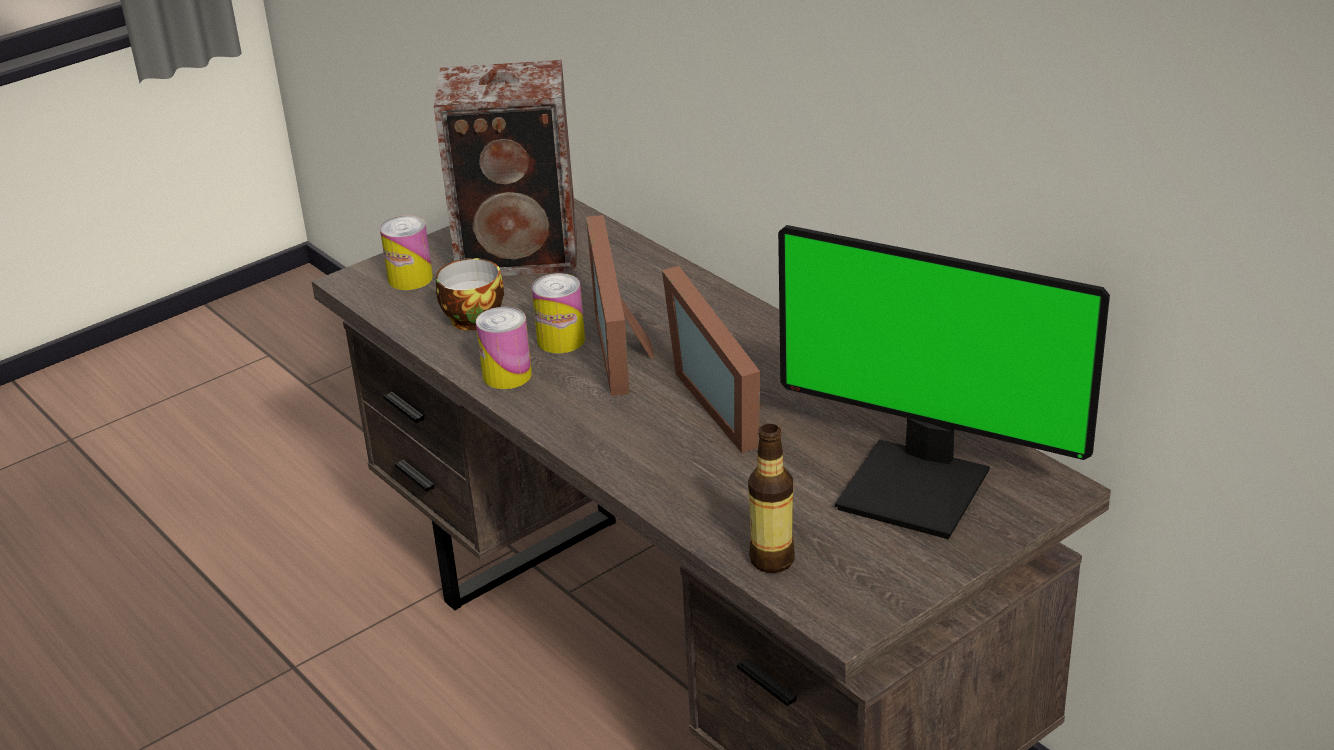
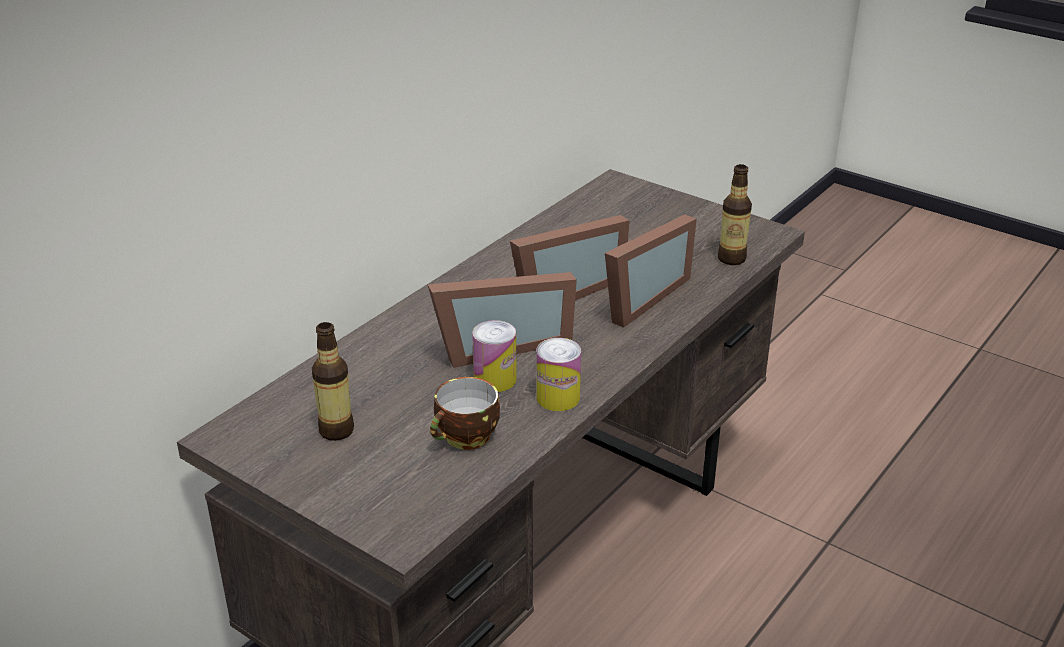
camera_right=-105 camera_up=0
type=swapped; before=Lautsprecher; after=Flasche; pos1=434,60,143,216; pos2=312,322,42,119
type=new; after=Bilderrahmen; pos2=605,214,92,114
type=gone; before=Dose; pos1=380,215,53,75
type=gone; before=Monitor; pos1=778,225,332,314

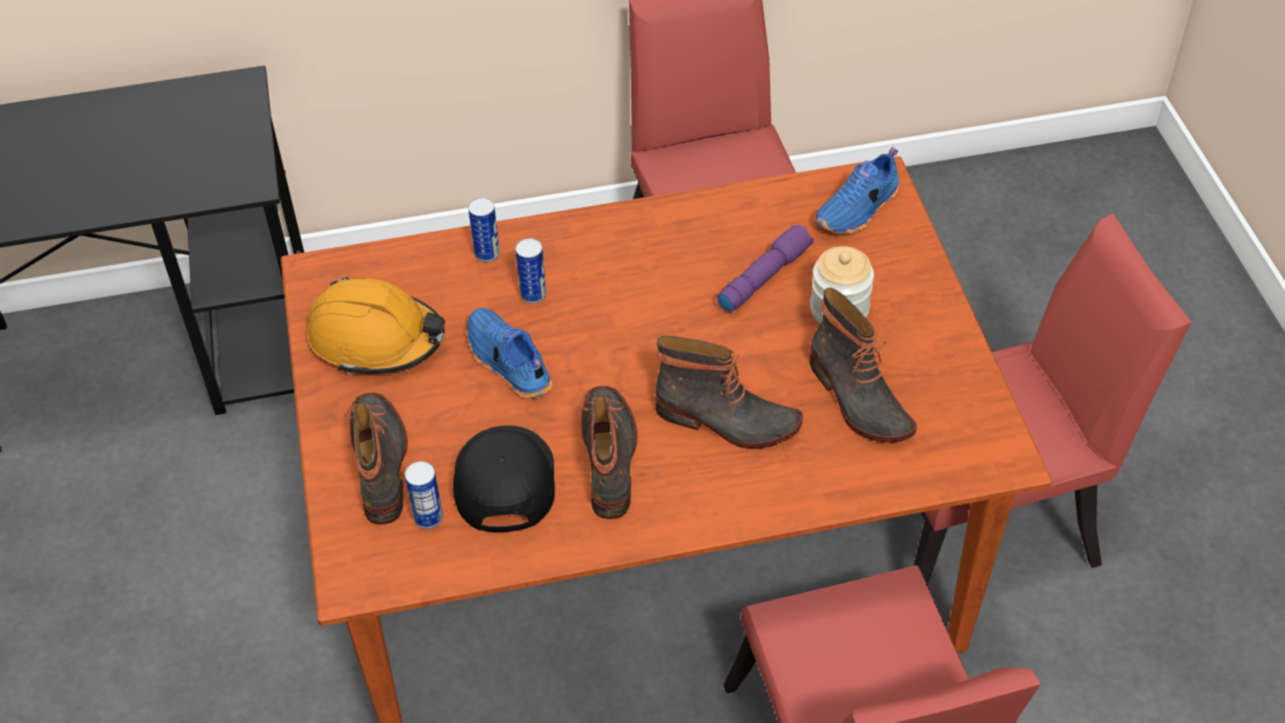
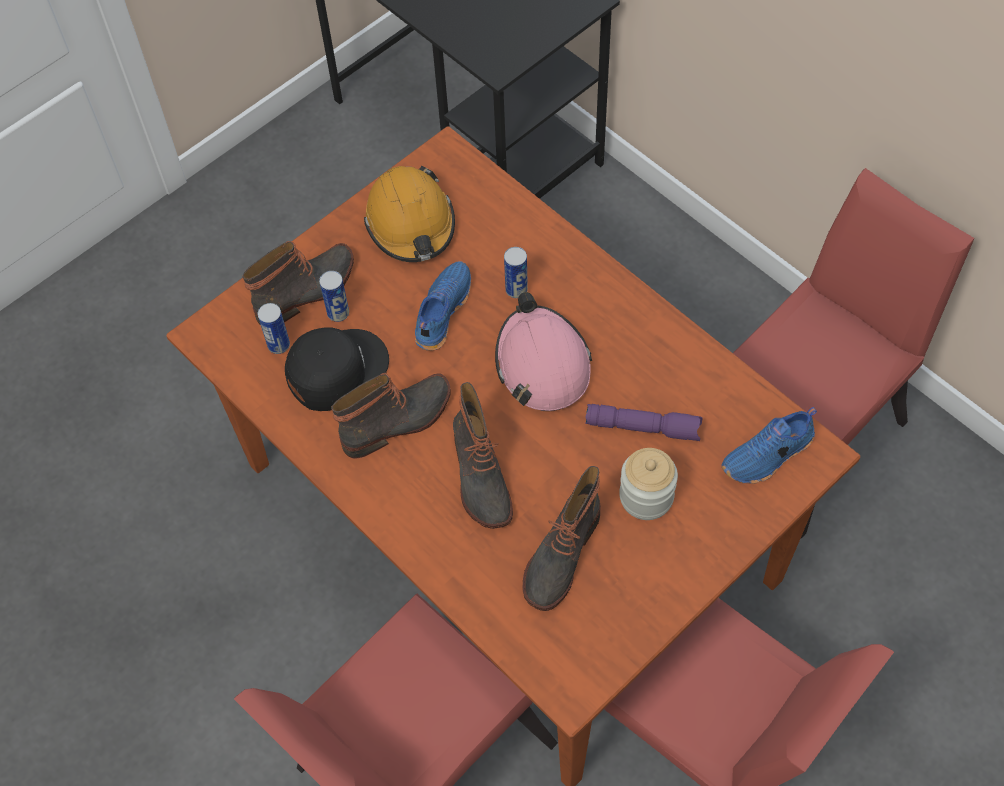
camera_right=60 camera_up=10
type=shifted; before=Dose; pos1=468,197,32,65; pos2=319,271,30,51
type=new; after=Schutzhelm/rosa; pos2=495,292,97,119
type=rotated; before=Schuh/blau; pos1=815,147,84,87; pos2=721,407,96,77; turn=-45

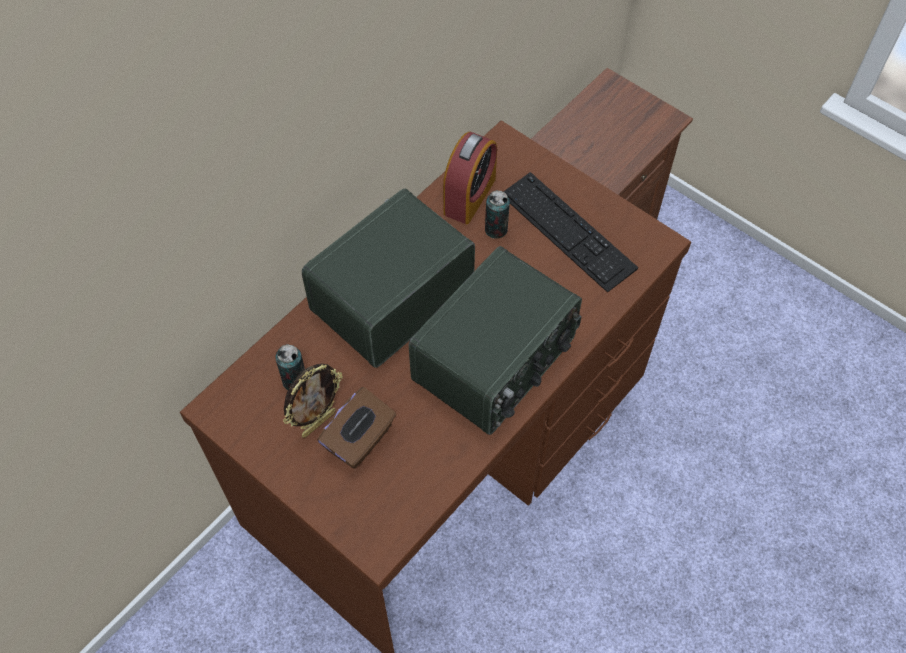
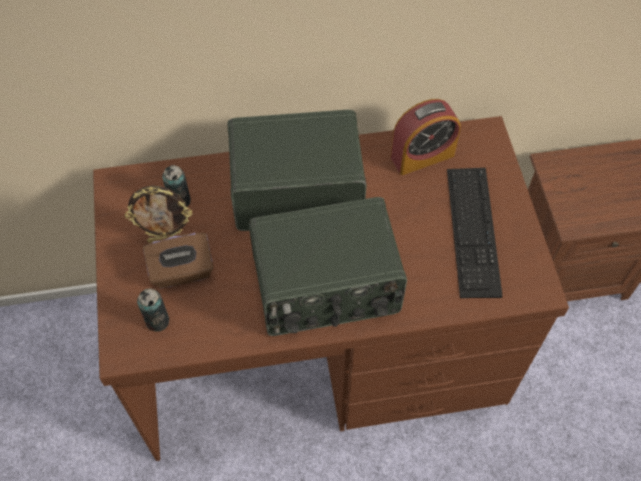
camera_right=40 camera_up=0
type=shifted; before=Dose; pos1=485,190,25,49; pos2=137,289,32,43

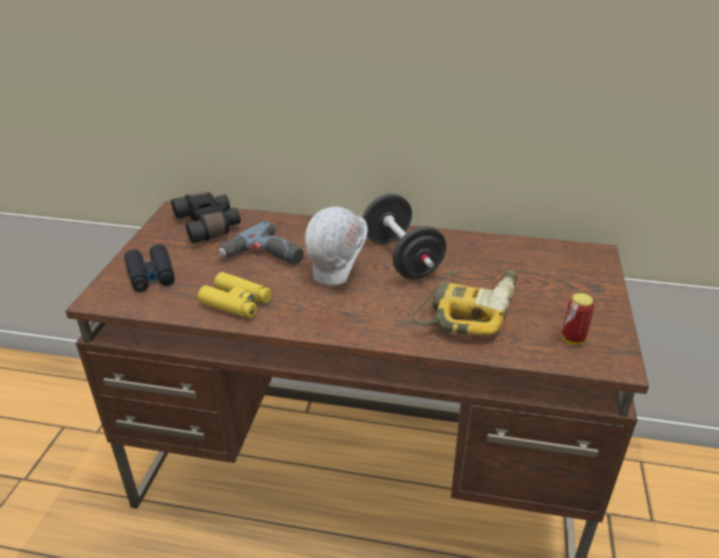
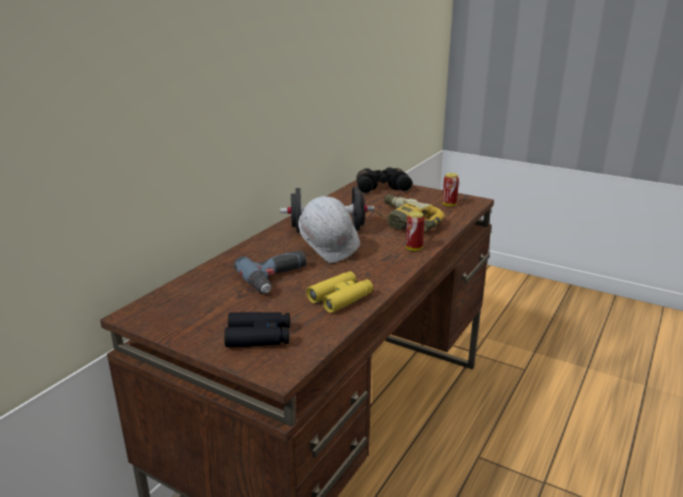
camera_right=-70 camera_up=-10
type=shifted; before=Fernglas/schwarz; pos1=171,192,70,51; pos2=356,167,57,26
type=new; after=Dose; pos2=406,211,19,40

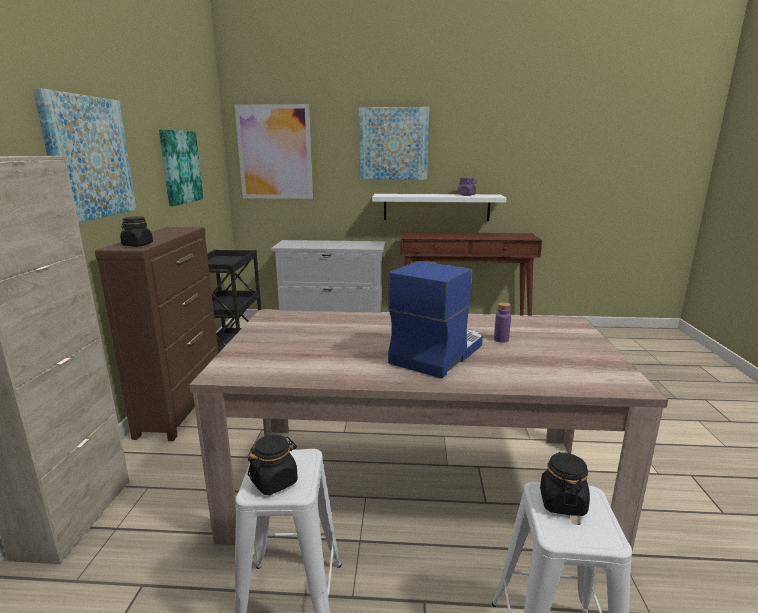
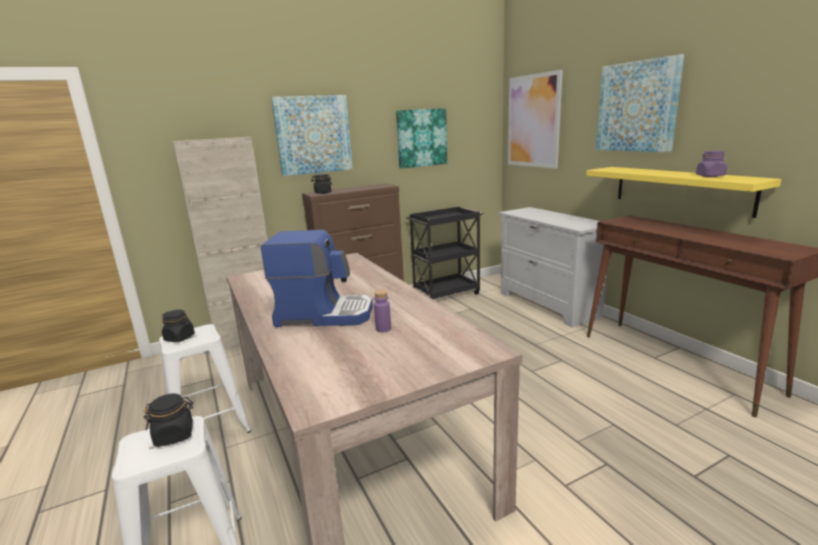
camera_right=60 camera_up=0
type=repainted; before=Wandregal/weiß; after=Wandregal/gelb; pos1=372,194,135,27; pos2=586,167,196,51

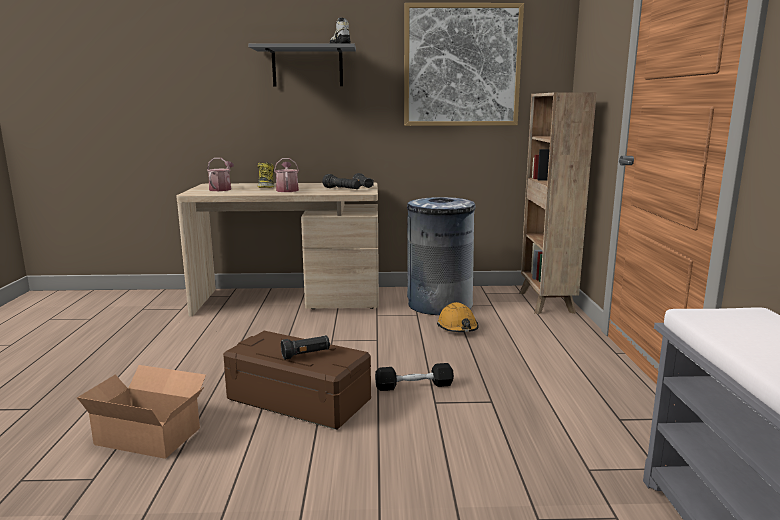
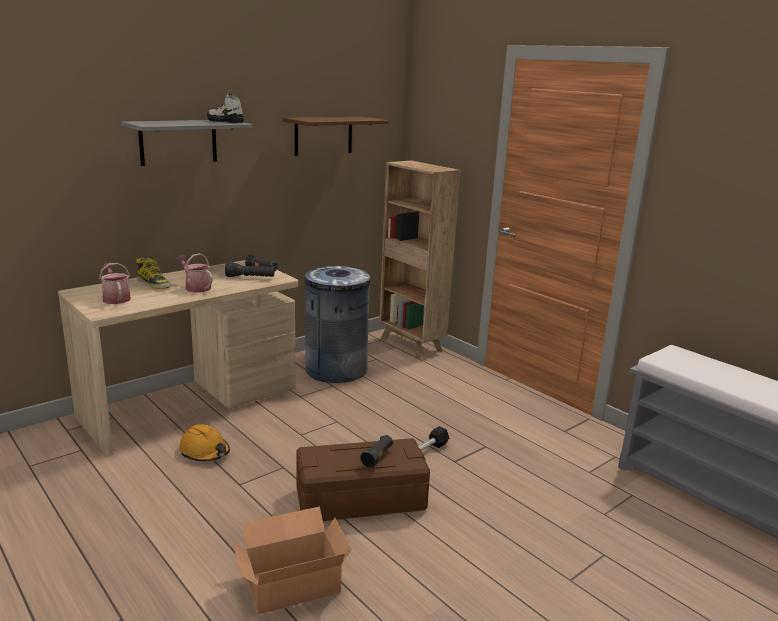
camera_right=-40 camera_up=5
type=shifted; before=Schutzhelm/orange; pos1=437,302,42,30; pos2=179,424,51,38
type=swapped; before=Bild; after=Wandregal/braun; pos1=404,3,120,123; pos2=283,117,106,39

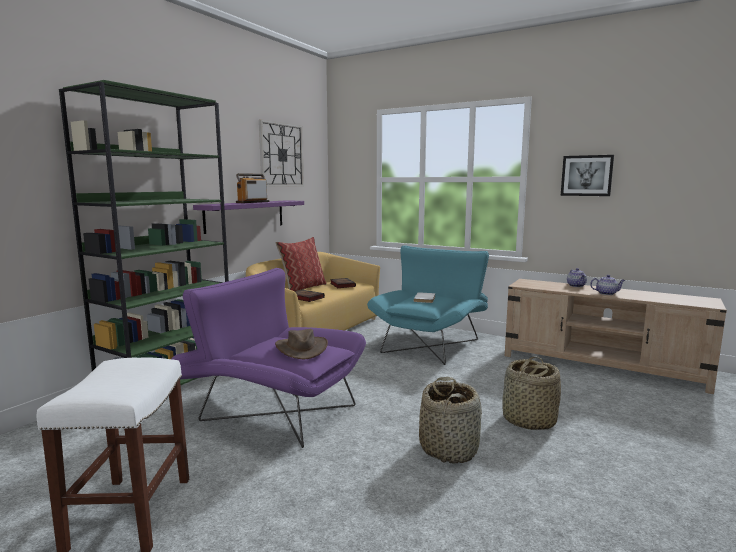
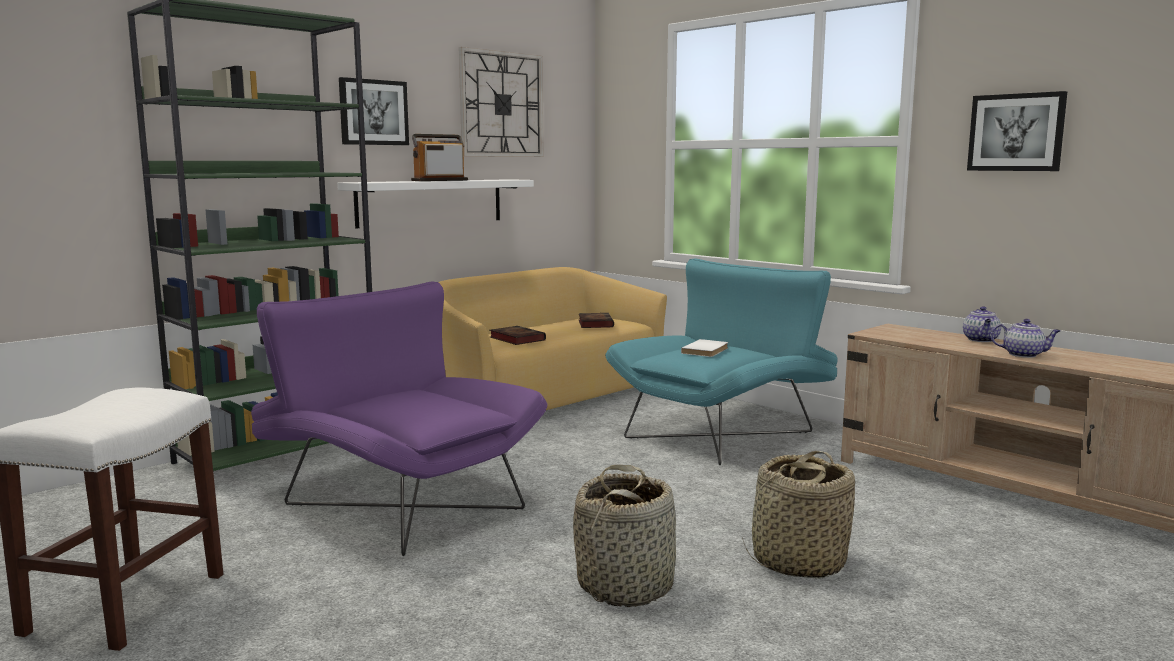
camera_right=15 camera_up=0
type=repainted; before=Wandregal/lila; after=Wandregal/weiß; pos1=193,200,111,34; pos2=337,179,197,49
type=new; after=Bild; pos2=339,77,70,68
type=gone; before=Kissen; pos1=275,237,52,54
type=gone; before=Hut/braun; pos1=275,329,53,30

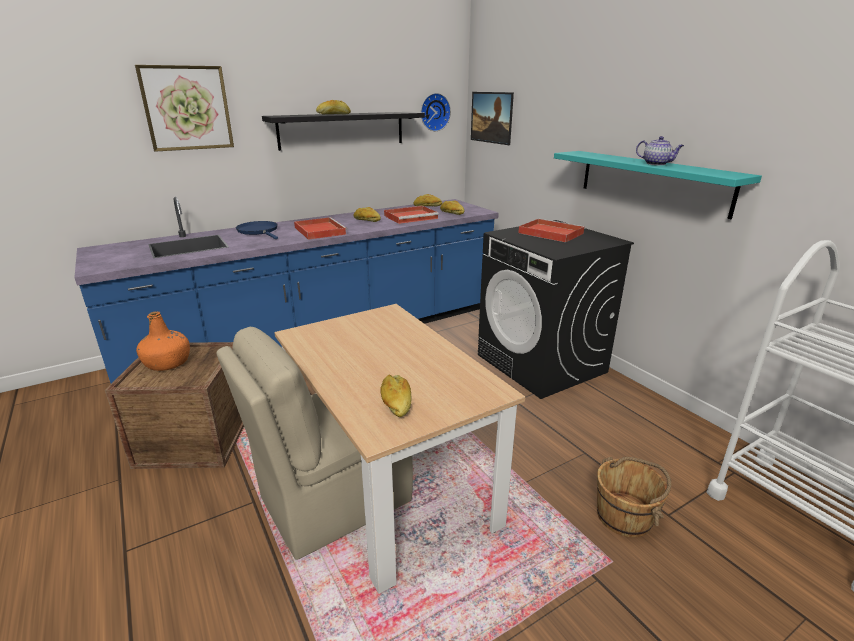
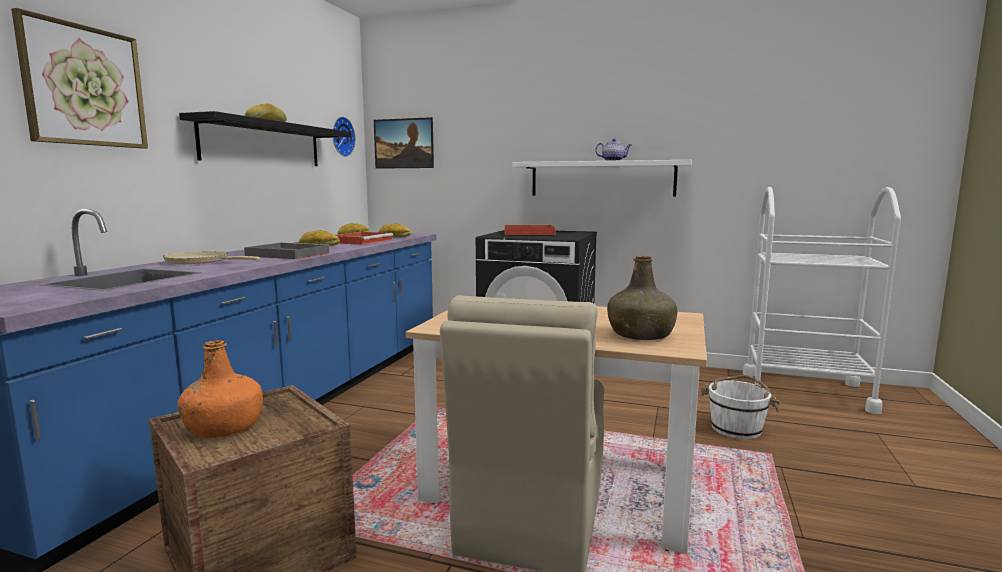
camera_right=-40 camera_up=-15
type=repainted; before=Pfanne/blau; after=Pfanne/beige; pos1=236,221,42,18; pos2=163,251,97,13
type=repainted; before=Tablett/rot; after=Tablett/grau; pos1=294,217,53,23; pos2=244,242,86,17
type=repainted; before=Wandregal/türkis; after=Wandregal/weiß; pos1=554,151,208,68; pos2=512,160,180,36
type=swapped; before=Brot; after=Flasche/grün; pos1=380,374,31,43; pos2=607,256,71,84
type=repainted; before=Eimer/braun; after=Eimer/weiß; pos1=597,457,75,80; pos2=700,375,80,64

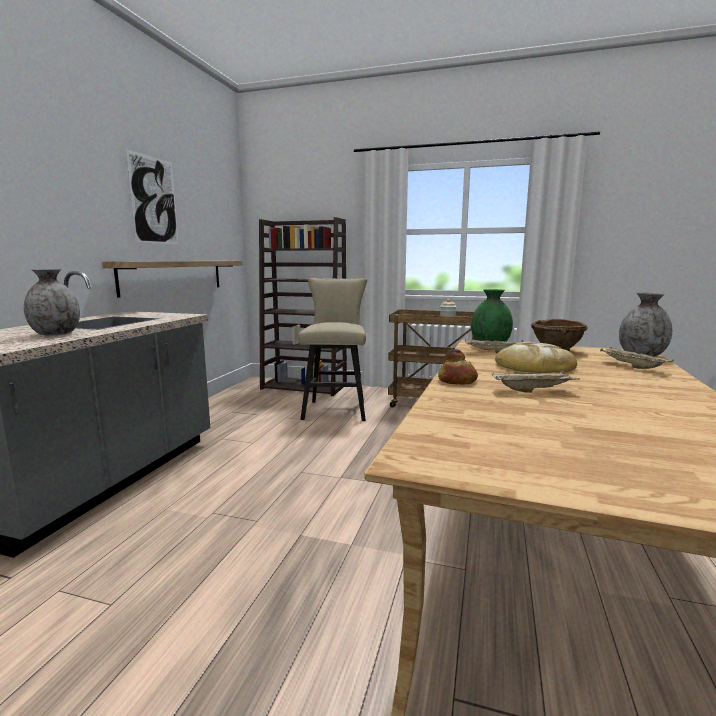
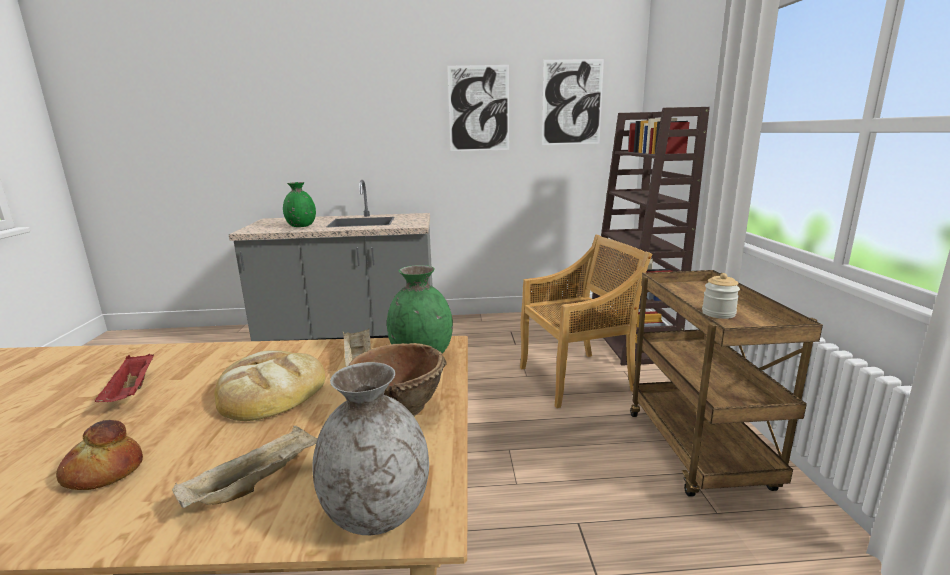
camera_right=70 camera_up=5
type=shifted; before=Brot; pos1=438,349,40,35; pos2=56,420,87,70
type=repainted; before=Tablett/beige; after=Tablett/rot; pos1=492,370,88,23; pos2=95,354,59,48
type=repainted; before=Vase/grau; after=Vase/grün; pos1=24,269,56,66; pos2=283,182,33,45
type=swapped; before=Hocker/beige; after=Stuhl/beige; pos1=299,278,68,143; pos2=520,234,132,174
type=new; after=Bild; pos2=542,59,62,86
type=gone; before=Wandregal; pos1=102,261,140,37

